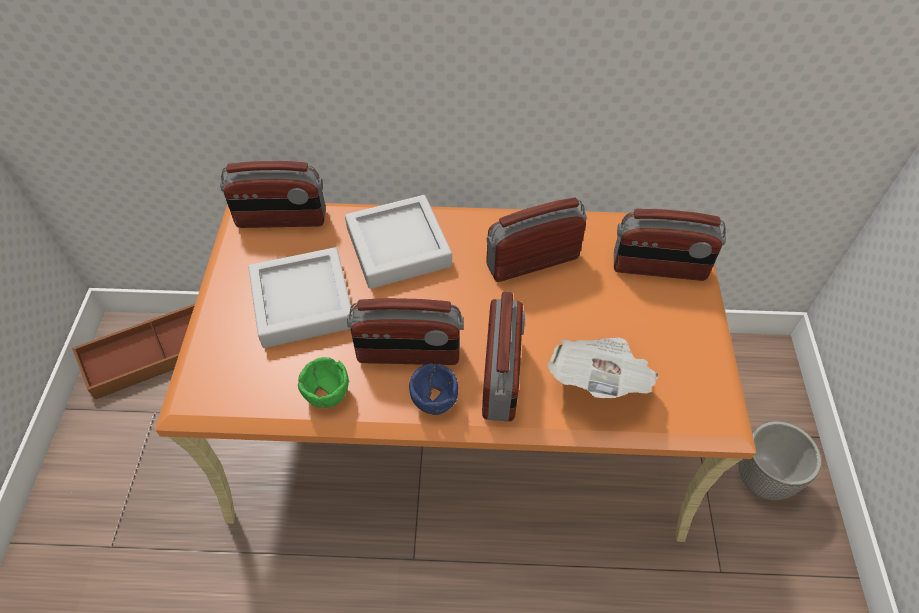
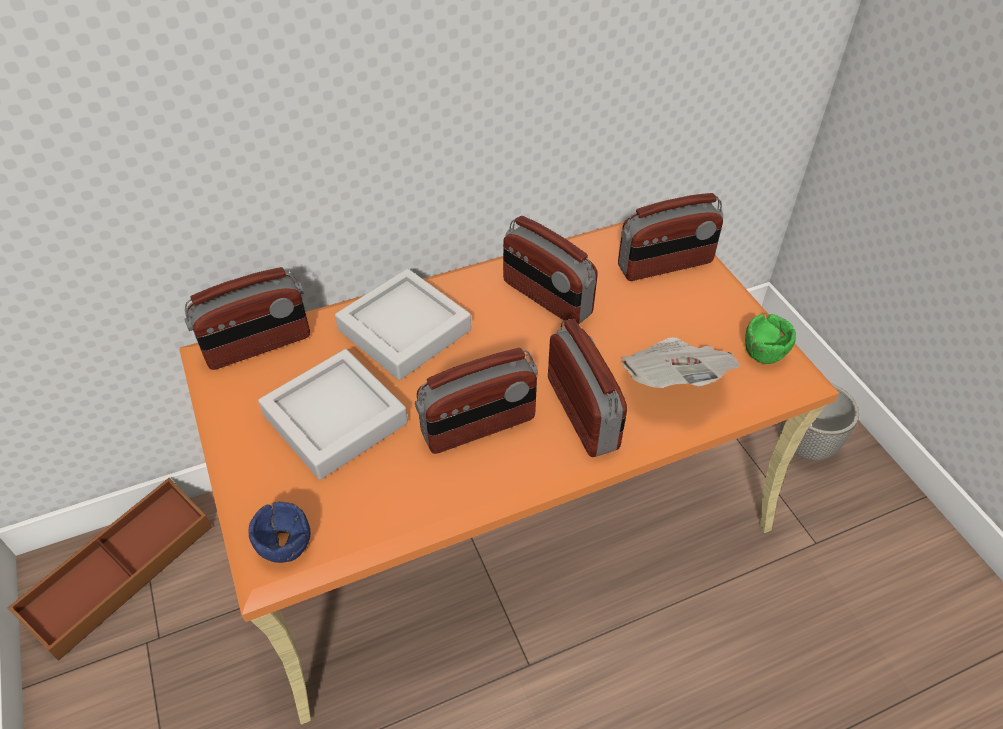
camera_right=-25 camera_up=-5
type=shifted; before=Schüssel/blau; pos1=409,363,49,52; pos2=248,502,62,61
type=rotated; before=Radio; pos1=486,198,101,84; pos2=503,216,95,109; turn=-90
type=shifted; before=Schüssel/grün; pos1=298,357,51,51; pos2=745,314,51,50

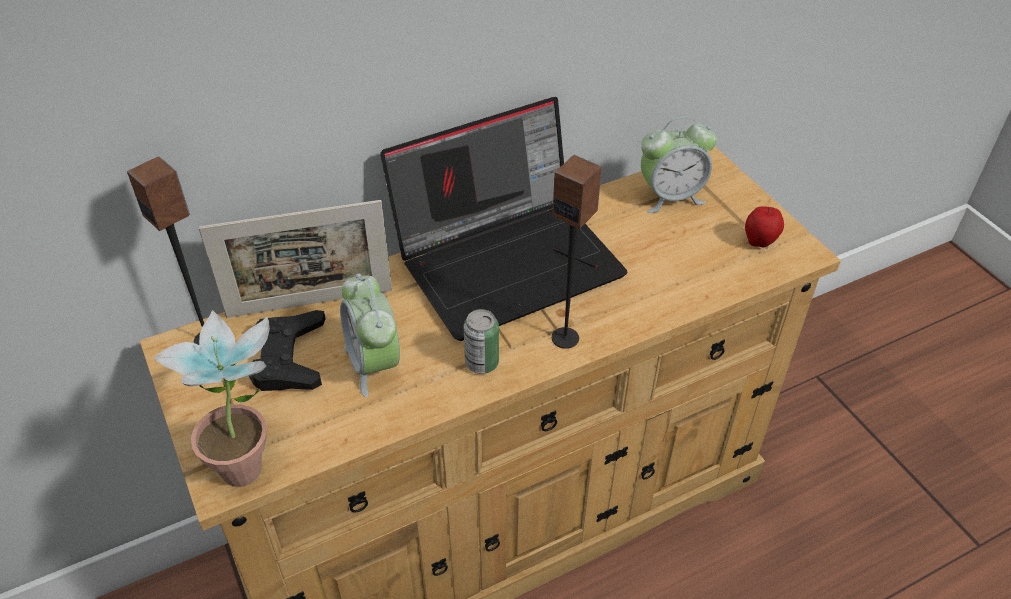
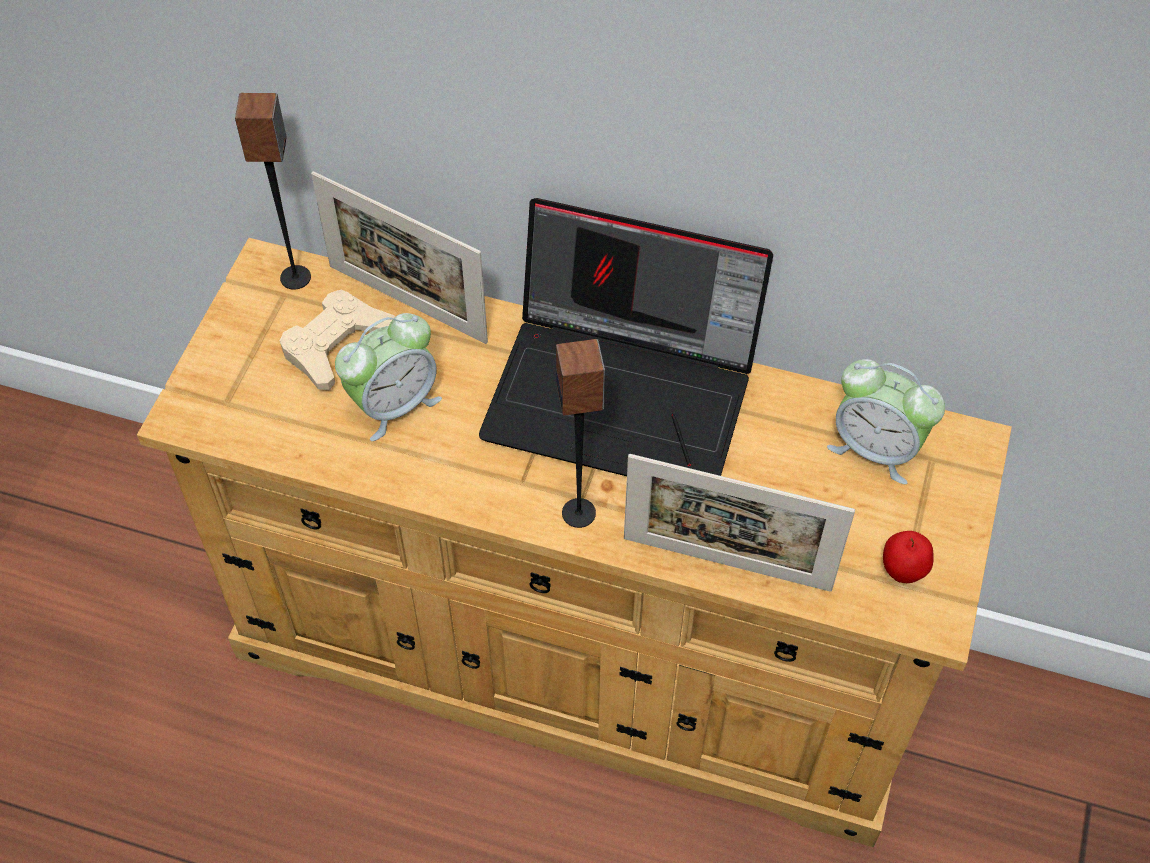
camera_right=45 camera_up=10
type=repainted; before=Gamepad/schwarz; after=Gamepad/beige; pos1=249,310,77,81; pos2=280,290,115,101
type=rotated; before=Wecker; pos1=340,273,60,124; pos2=335,313,107,128; turn=-150
type=new; after=Bilderrahmen; pos2=624,454,231,138
type=gone; before=Topfpflanze; pos1=154,310,116,177
type=gone; before=Dose; pos1=464,309,35,65

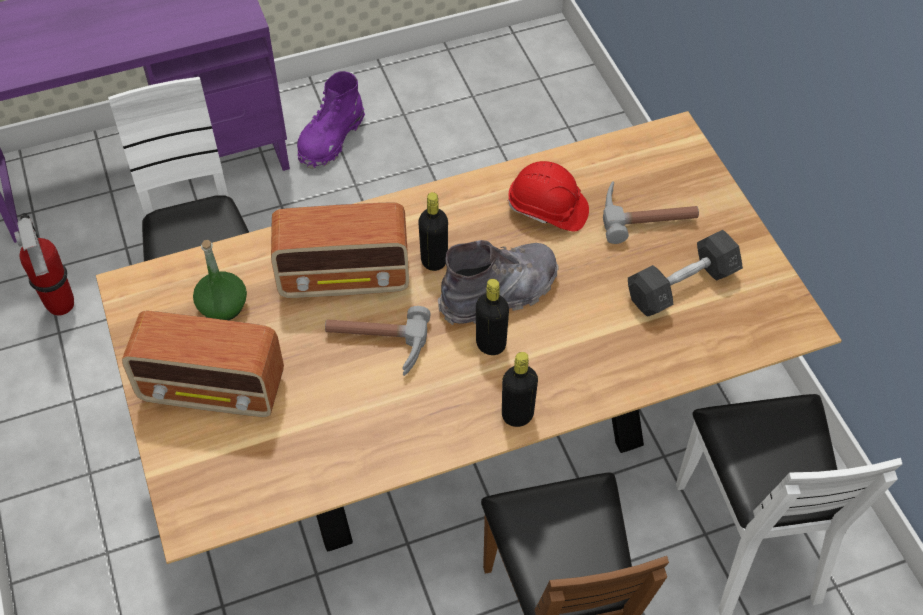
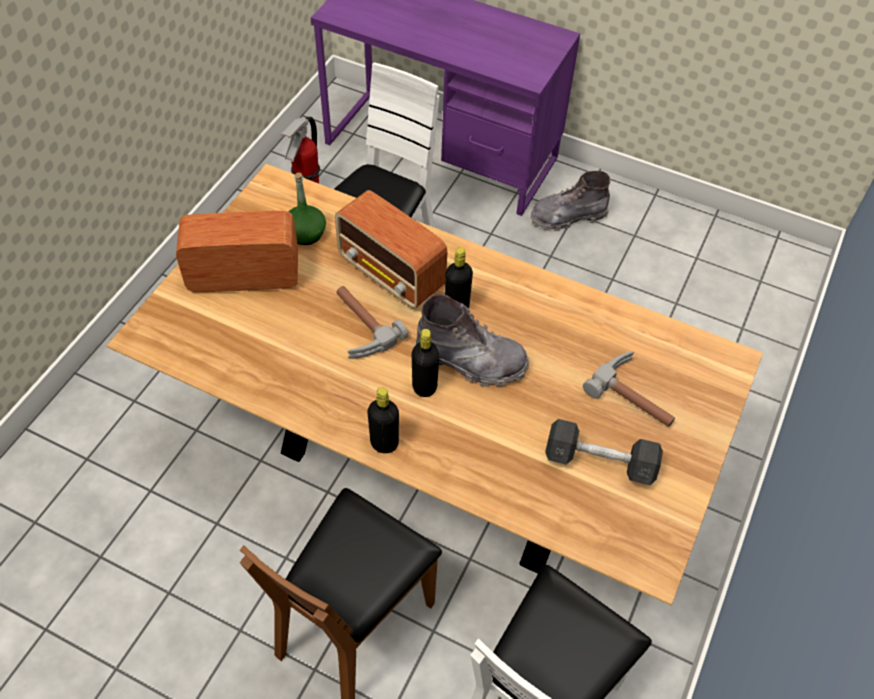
camera_right=45 camera_up=0
type=rotated; before=Radio; pos1=122,311,162,106; pos2=176,211,122,81; turn=120
type=repainted; before=Stiefel/lila; after=Stiefel/grau; pos1=297,71,68,98; pos2=531,171,80,60
type=gone; before=Schutzhelm/rot; pos1=507,161,82,70

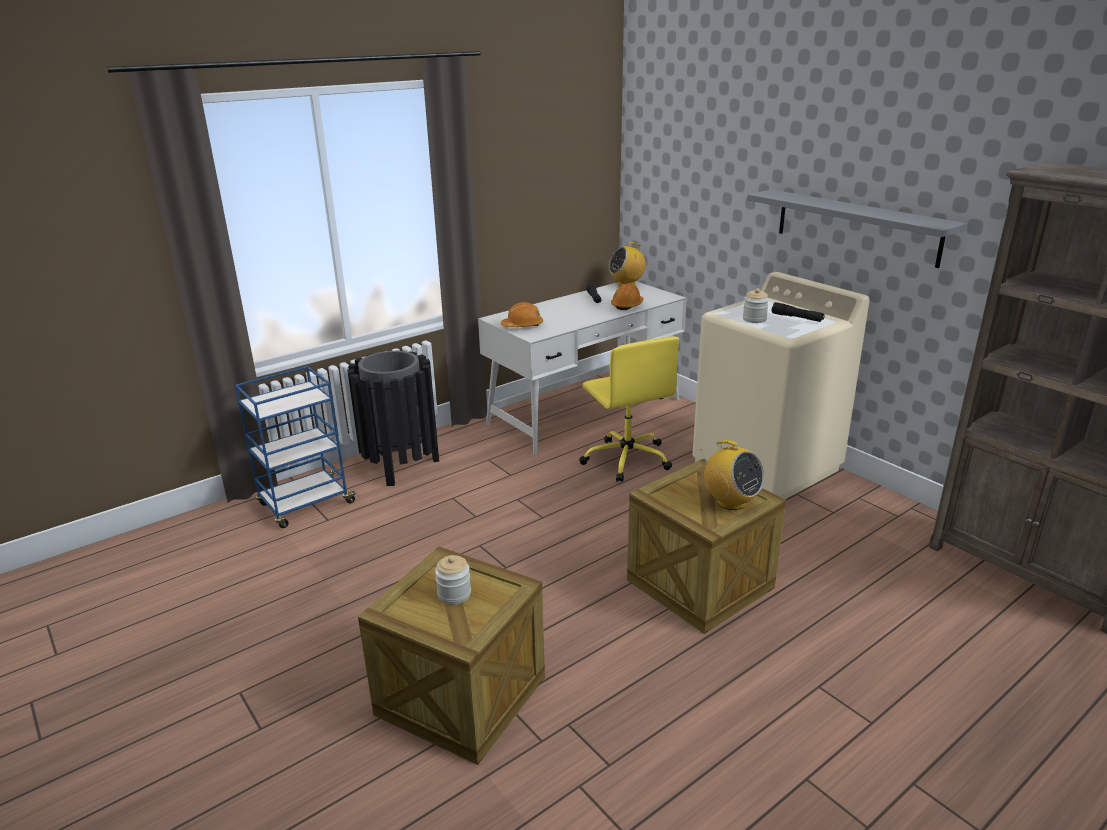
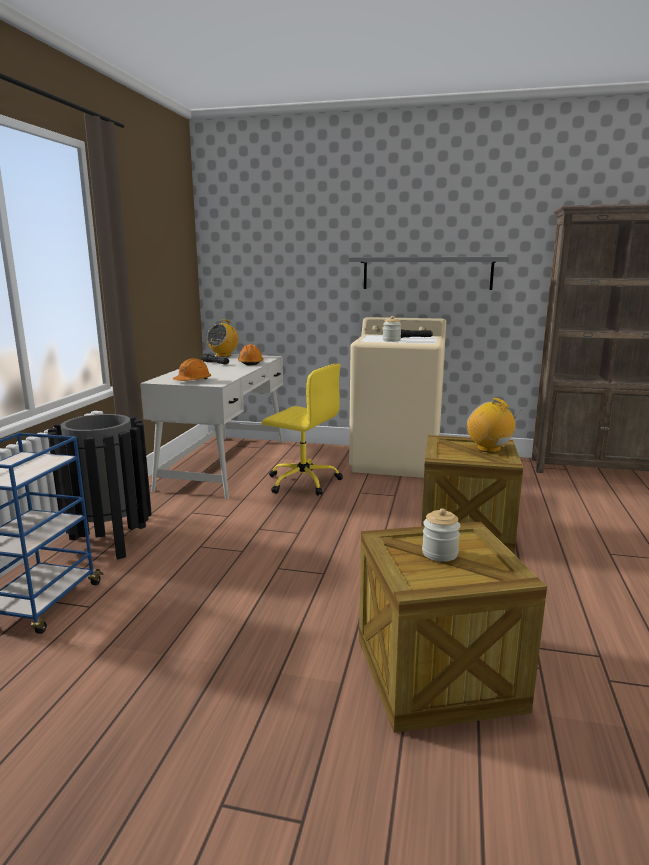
camera_right=-40 camera_up=-10
type=rotated; before=Radio; pos1=701,440,64,70; pos2=467,398,55,55; turn=-135

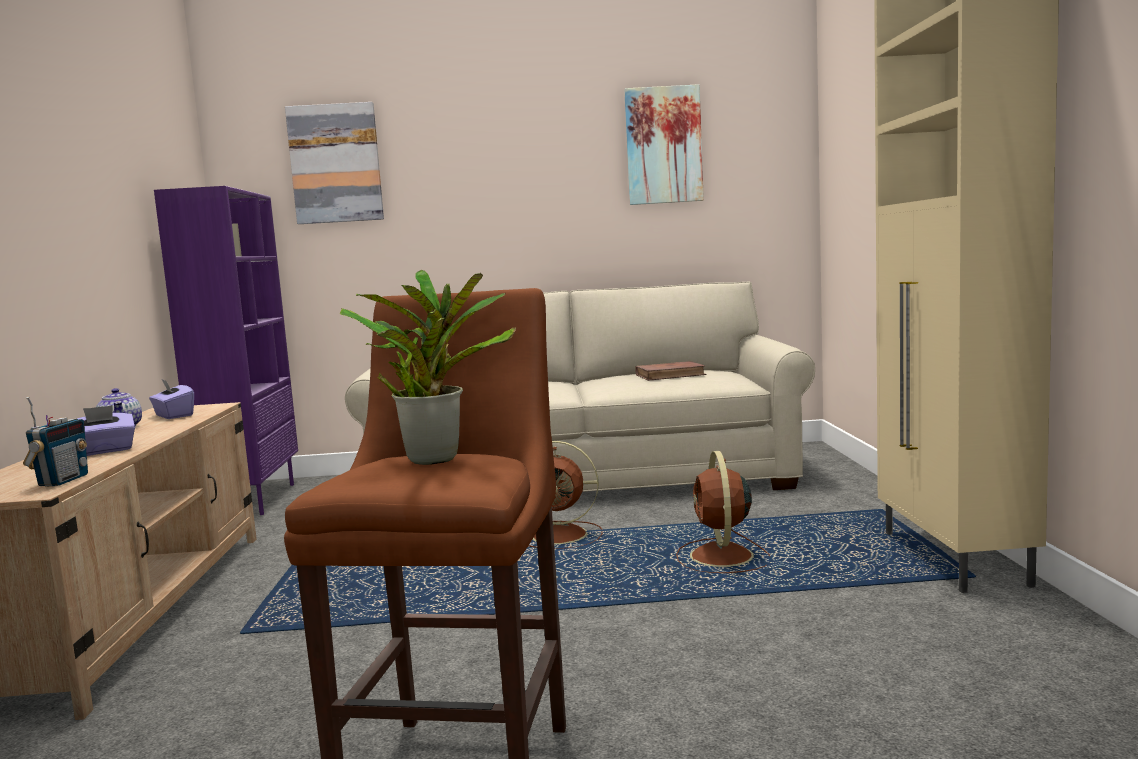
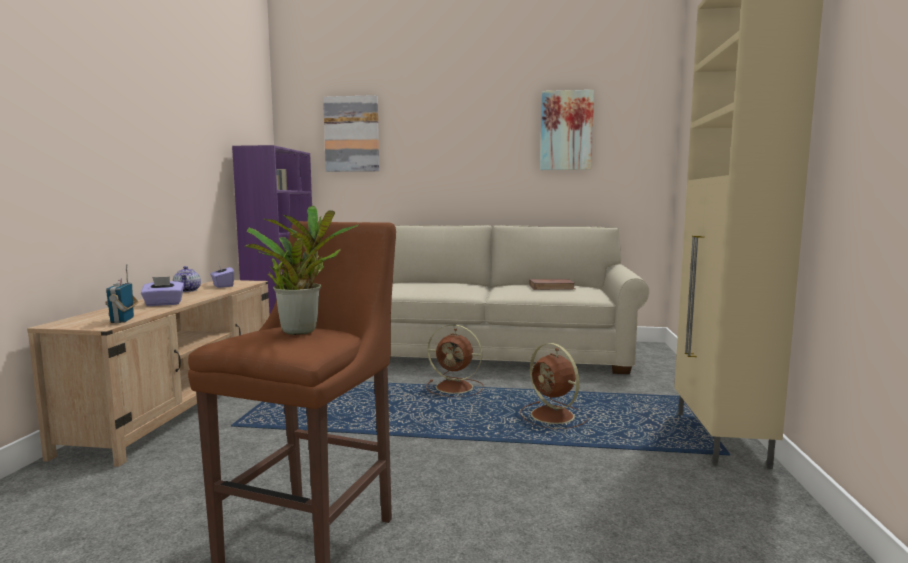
camera_right=10 camera_up=0
type=rotated; before=Radio; pos1=23,397,65,90; pos2=106,264,33,59; turn=150
type=rotated; before=Ventilator/braun; pos1=676,451,94,122; pos2=520,343,69,86; turn=-45

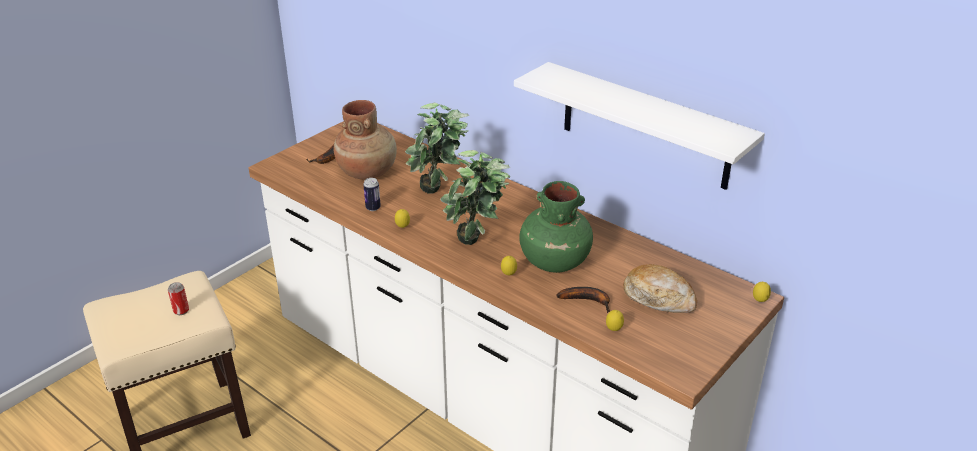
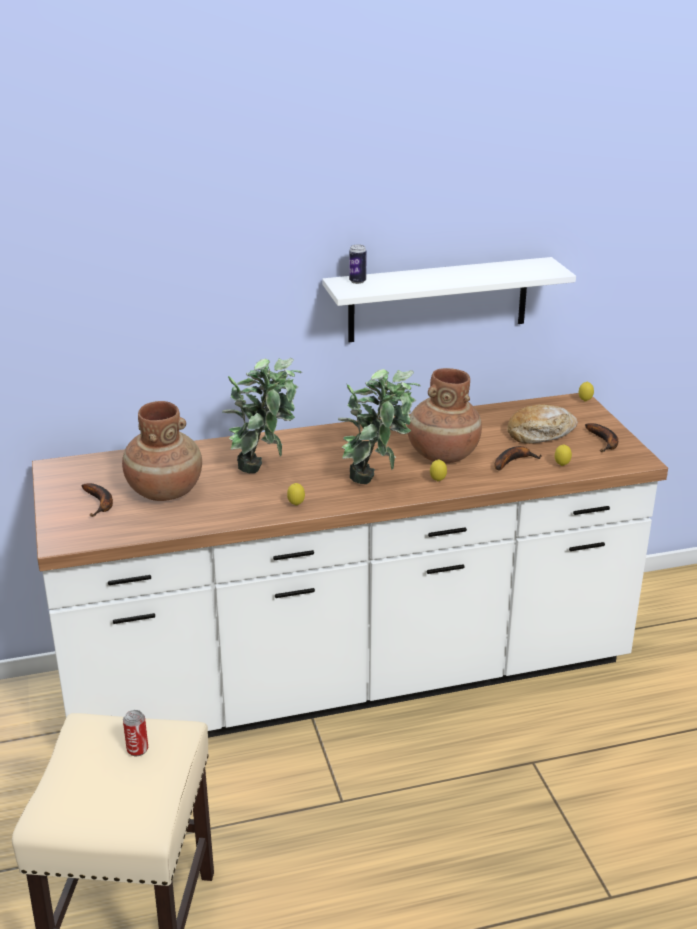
camera_right=-55 camera_up=-5
type=shifted; before=Dose; pos1=363,178,18,33; pos2=349,244,17,40
type=repainted; before=Vase/grün; after=Vase/braun; pos1=519,181,74,92; pos2=407,368,75,95
type=new; after=Banane; pos2=585,423,33,29

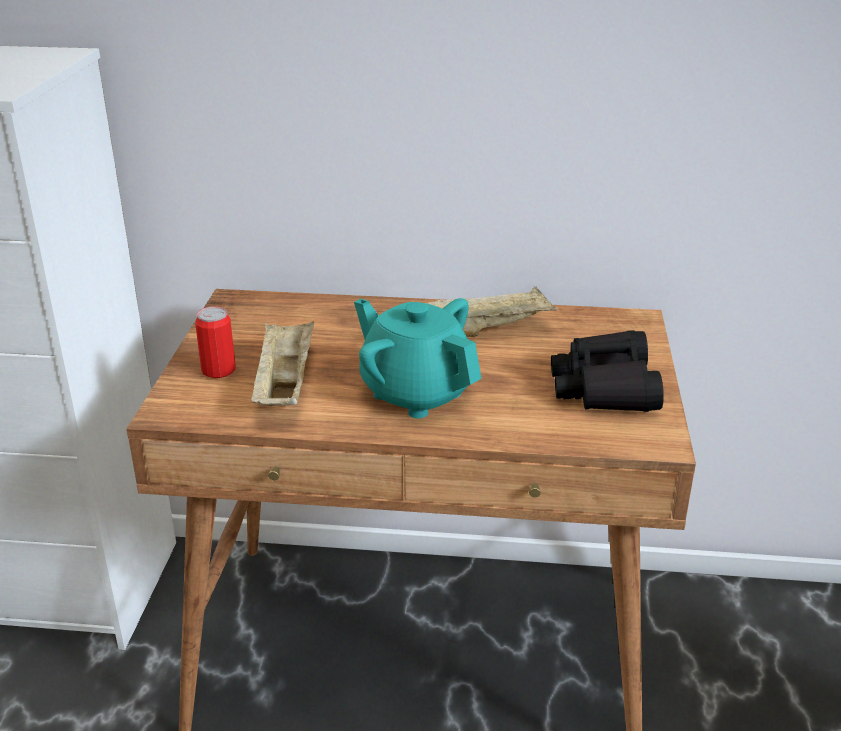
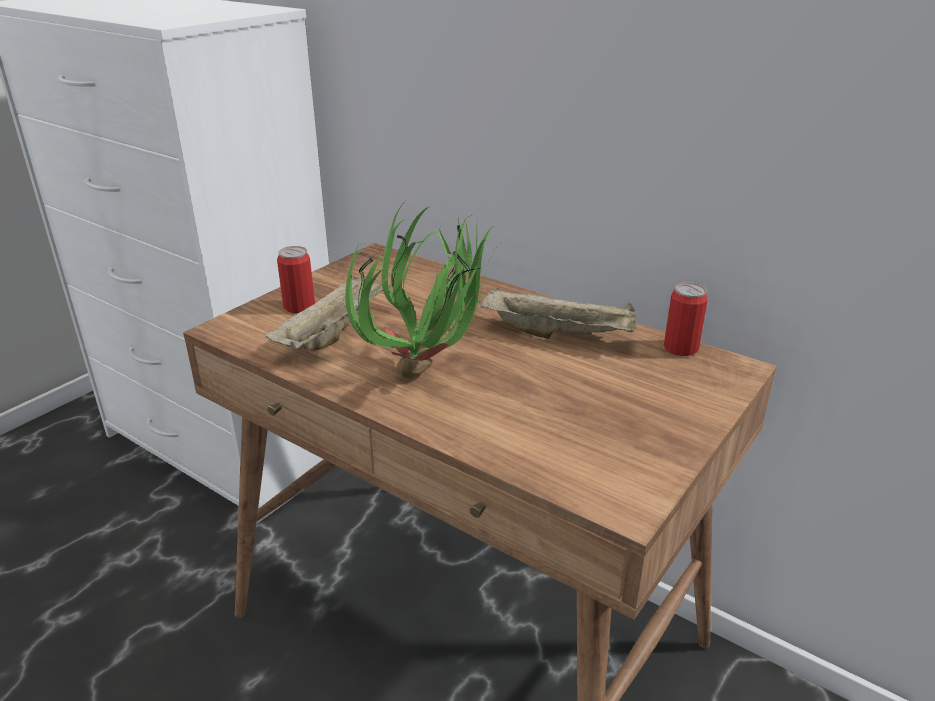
camera_right=30 camera_up=0
type=swapped; before=Teekanne/türkis; after=Topfpflanze; pos1=354,298,128,120; pos2=345,201,157,177
type=new; after=Dose; pos2=664,282,44,74
type=gone; before=Fernglas/schwarz; pos1=551,330,113,82

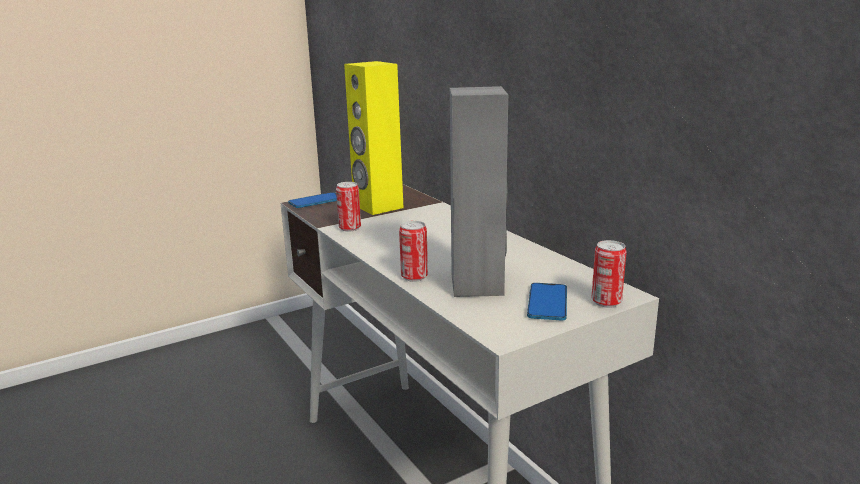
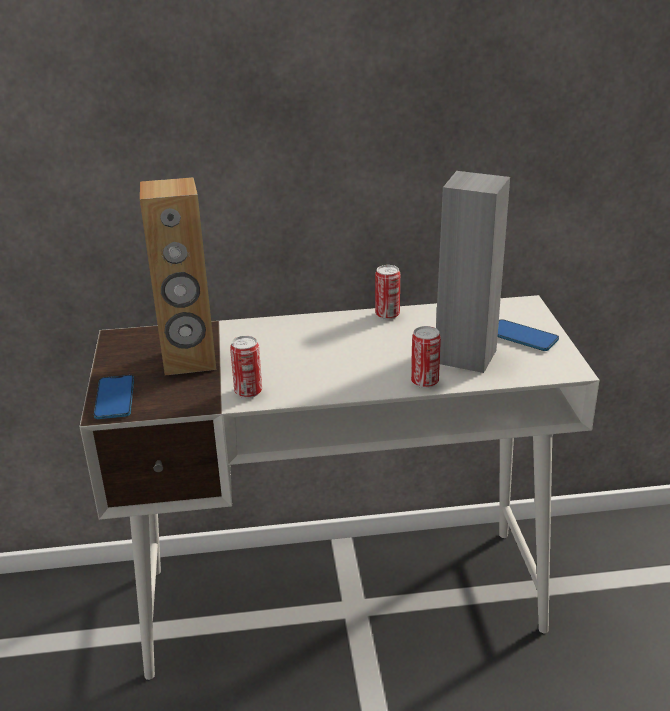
camera_right=-65 camera_up=10
type=repainted; before=Lautsprecher/gelb; after=Lautsprecher/braun; pos1=344,61,60,154; pos2=140,177,76,198
type=shifted; before=Dose; pos1=591,240,36,68; pos2=375,265,25,55

